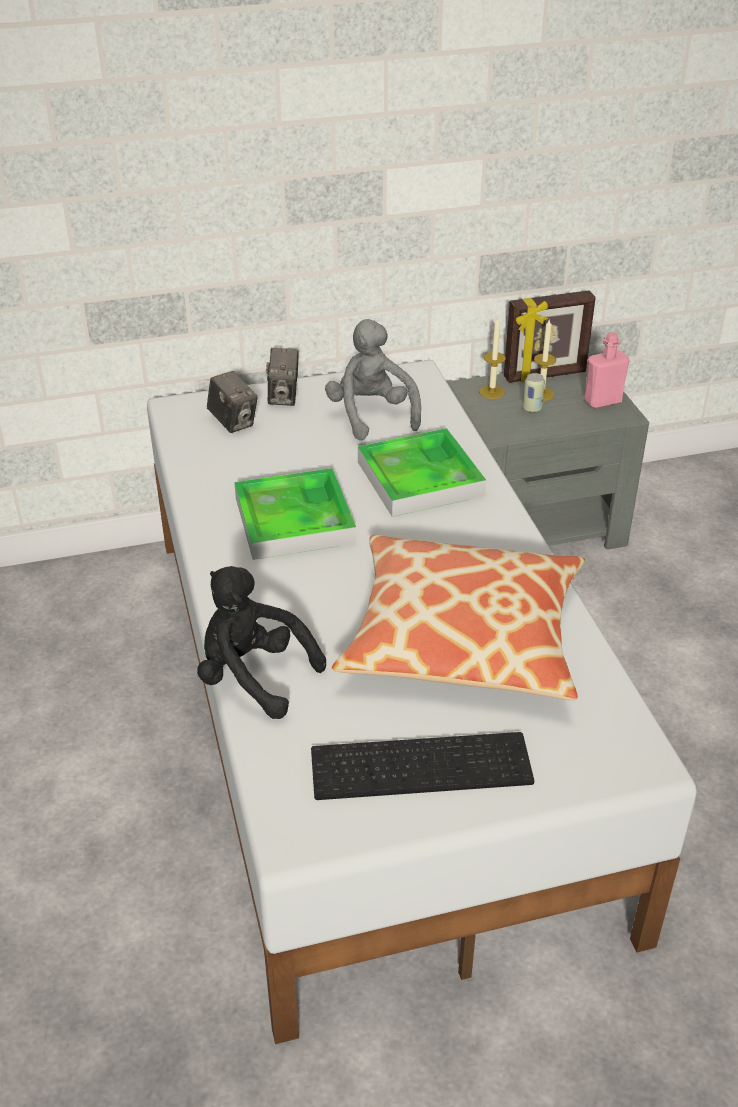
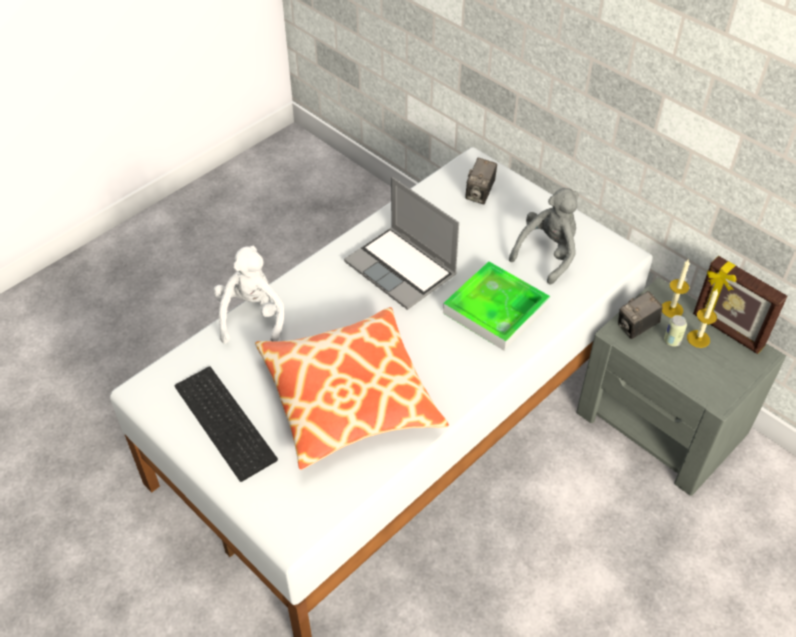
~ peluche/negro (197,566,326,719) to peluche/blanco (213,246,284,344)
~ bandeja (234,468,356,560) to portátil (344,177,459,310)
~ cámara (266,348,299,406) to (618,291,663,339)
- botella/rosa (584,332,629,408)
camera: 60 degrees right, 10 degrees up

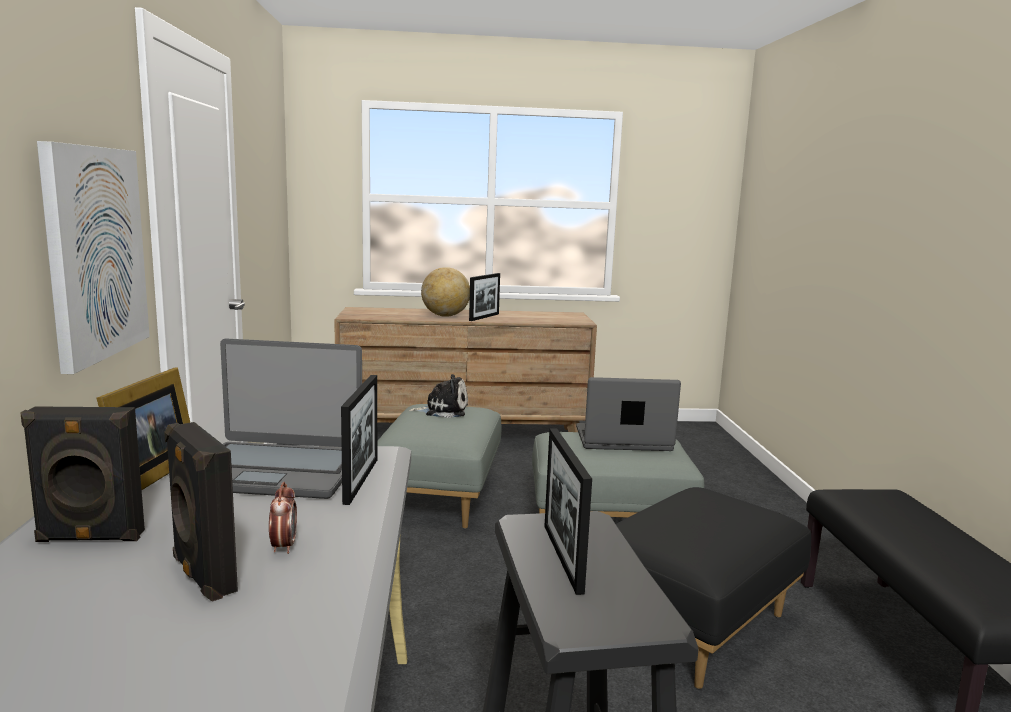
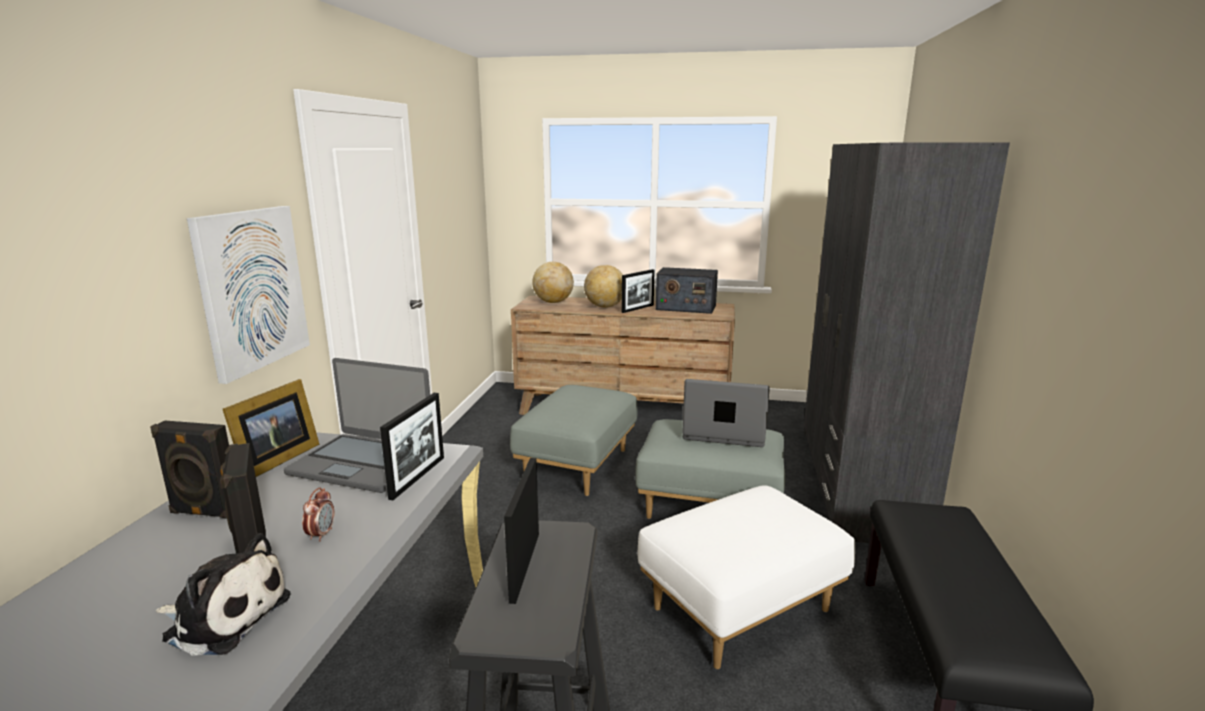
~ peluche (409,374,468,418) to (156,533,291,656)
+ globo terráqueo (532,262,574,303)
~ puf/negro (616,487,811,689) to puf/blanco (637,485,855,669)
+ radio (656,267,718,314)
+ armario ropero/gris (804,142,1010,543)
camera: 15 degrees right, 5 degrees up

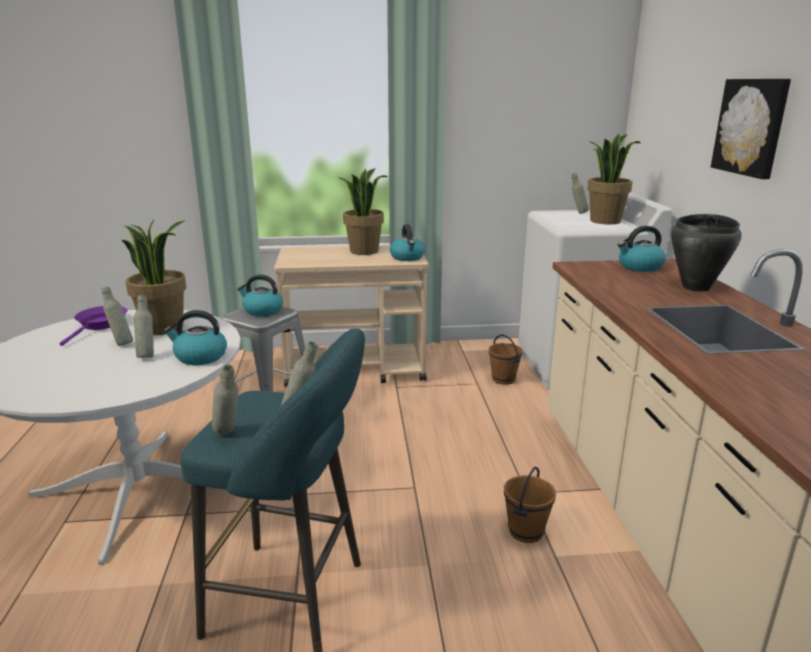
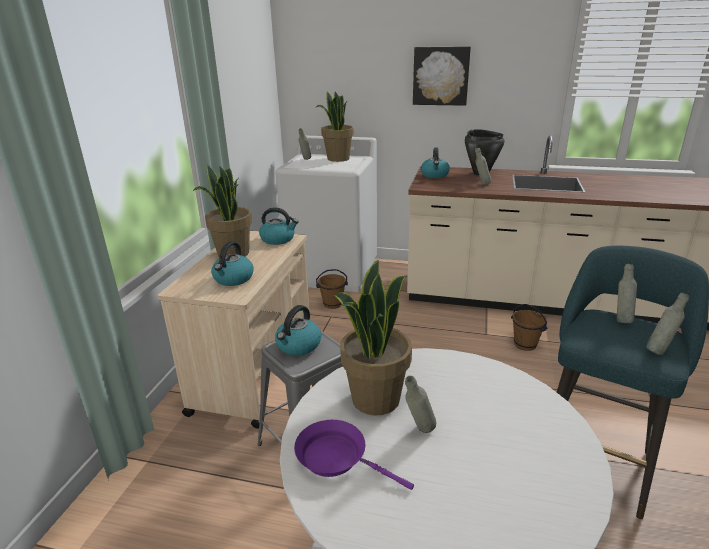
~ hervidor (164,310,227,365) to (211,241,254,286)
~ botella/gris (134,295,154,358) to (475,148,491,185)
camera: 70 degrees left, 5 degrees up

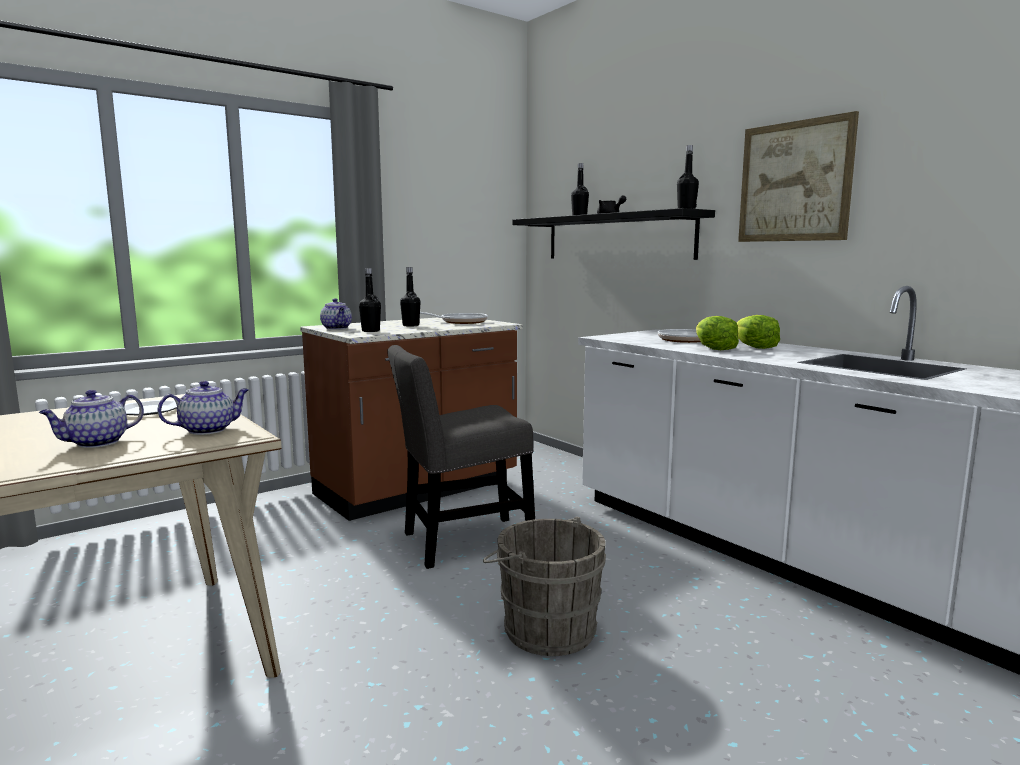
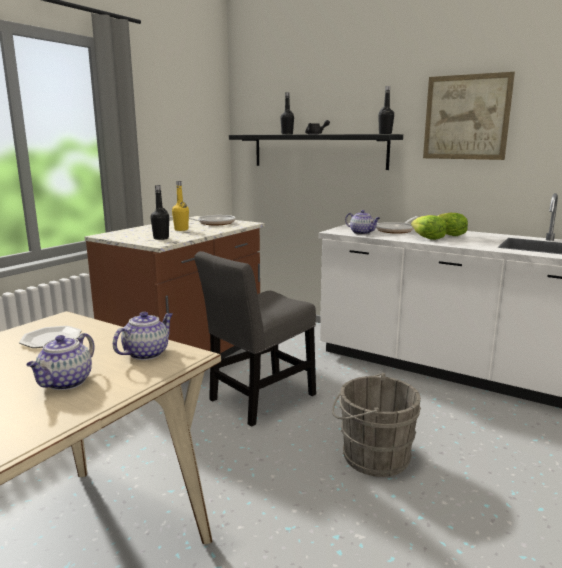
~ botella/negro (400,267,420,327) to botella/amarillo (172,181,189,231)
~ tetera (320,298,352,330) to (345,210,380,235)
camera: 20 degrees left, 5 degrees up

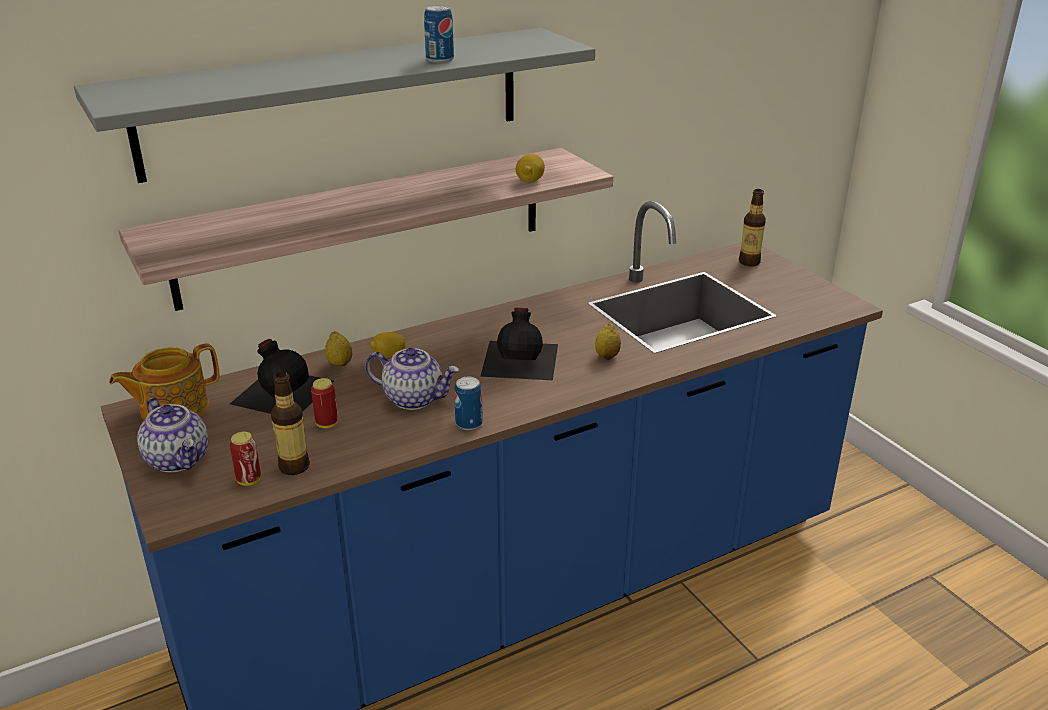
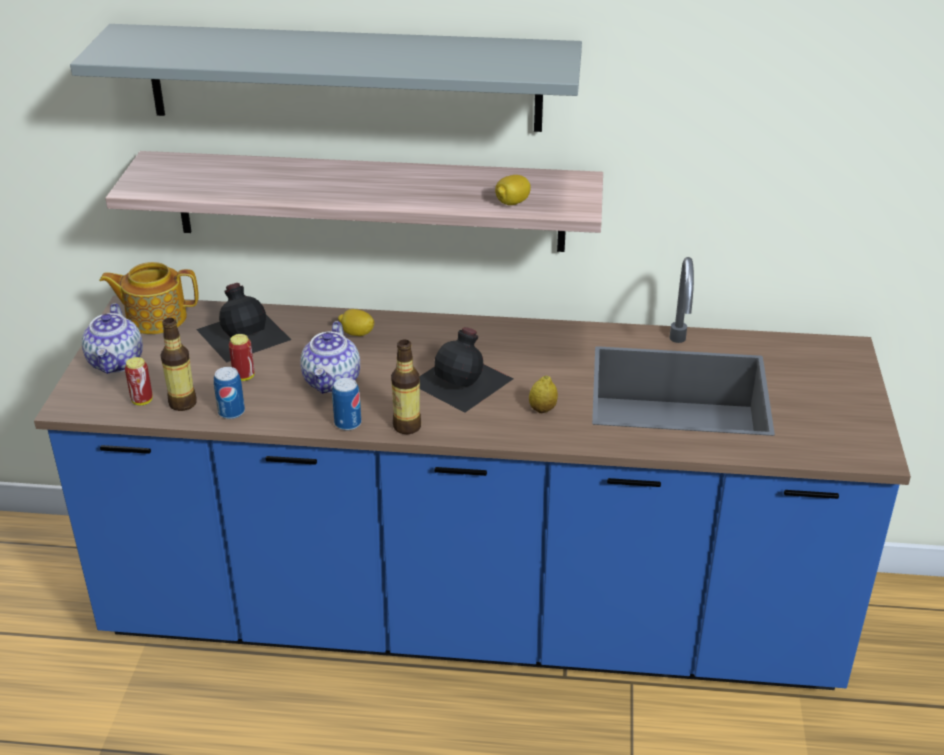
~ lata (424,5,454,63) to (214,367,245,419)
~ tetera (365,348,459,410) = (300,321,360,394) 45 degrees clockwise
~ botella (739,189,766,266) to (391,340,421,434)
- limón (325,331,352,366)
camera: 35 degrees right, 5 degrees up

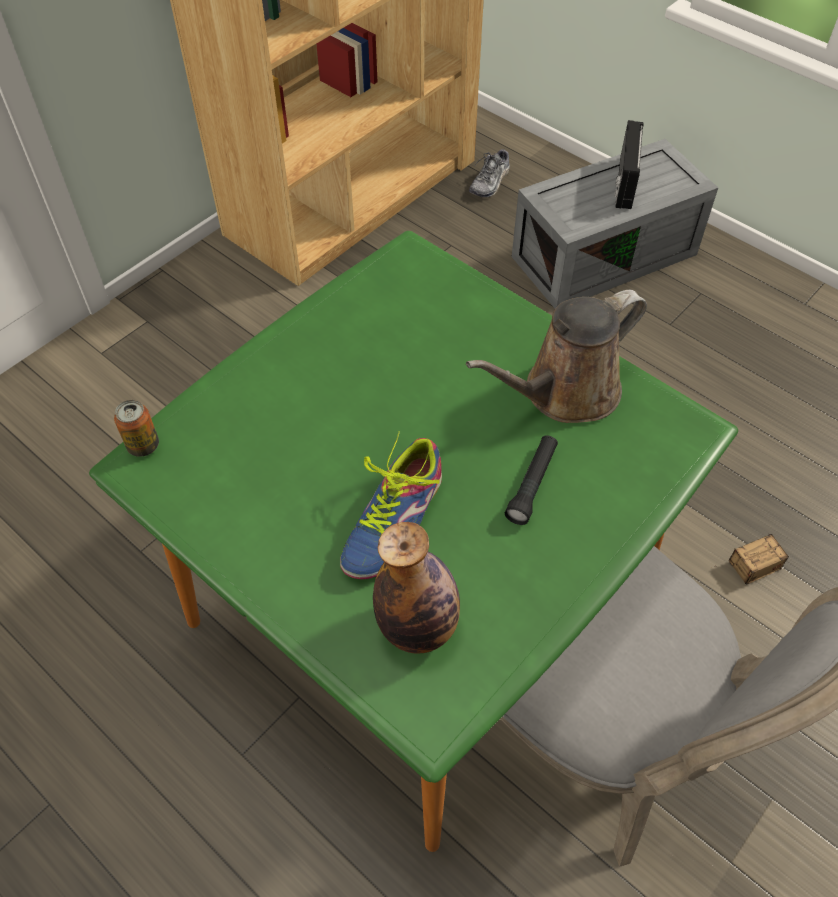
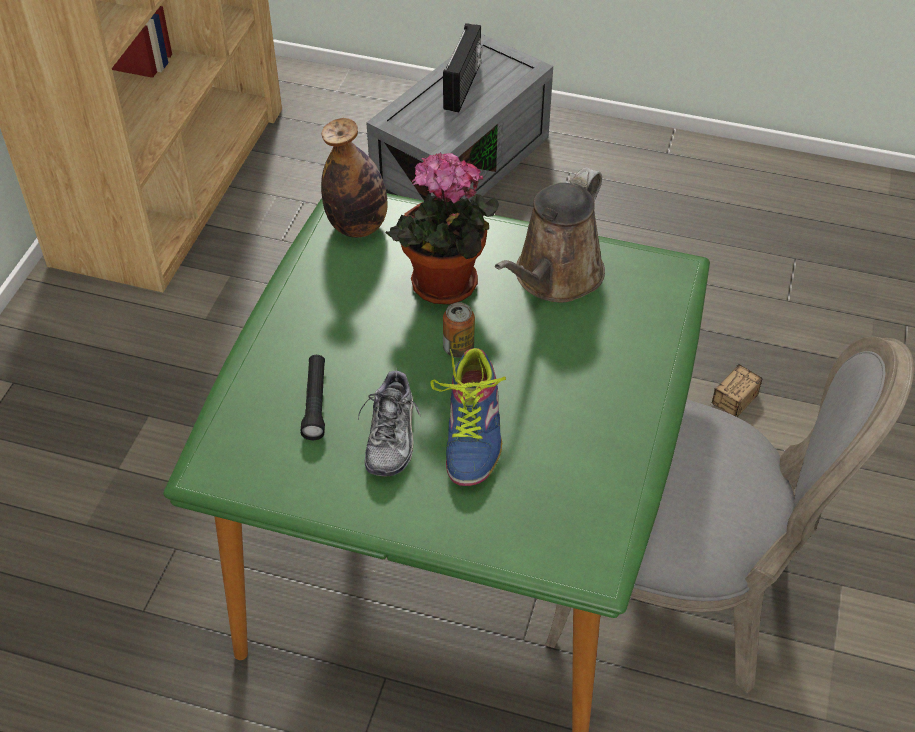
~ linterna/negro (505,435,558,525) to (301,355,325,440)
~ botella (373,522,460,654) to (321,118,388,238)
~ zapato (469,149,510,198) to (358,364,421,476)
+ planta en maceta (386,152,499,305)
~ radio (614,120,644,209) = (443,23,483,112) 150 degrees counterclockwise
~ lata (114,400,159,457) to (443,302,475,358)
camera: 25 degrees left, 5 degrees down

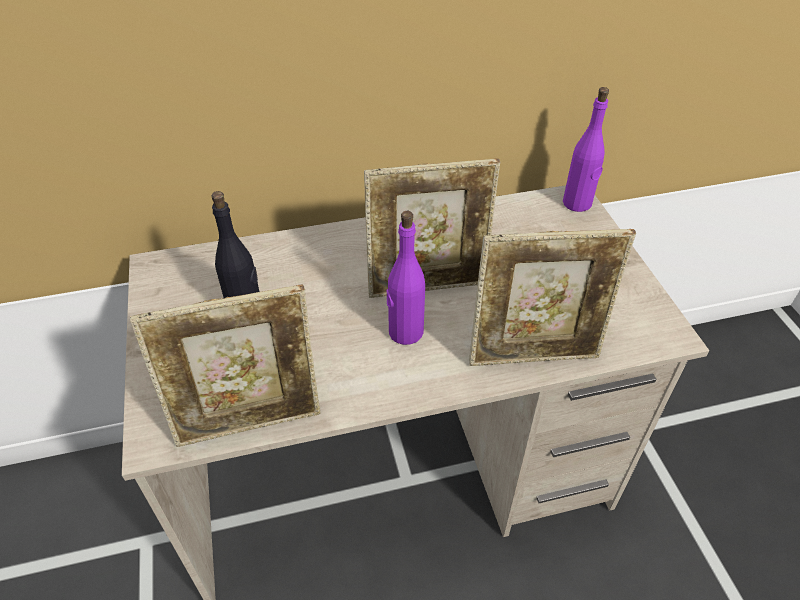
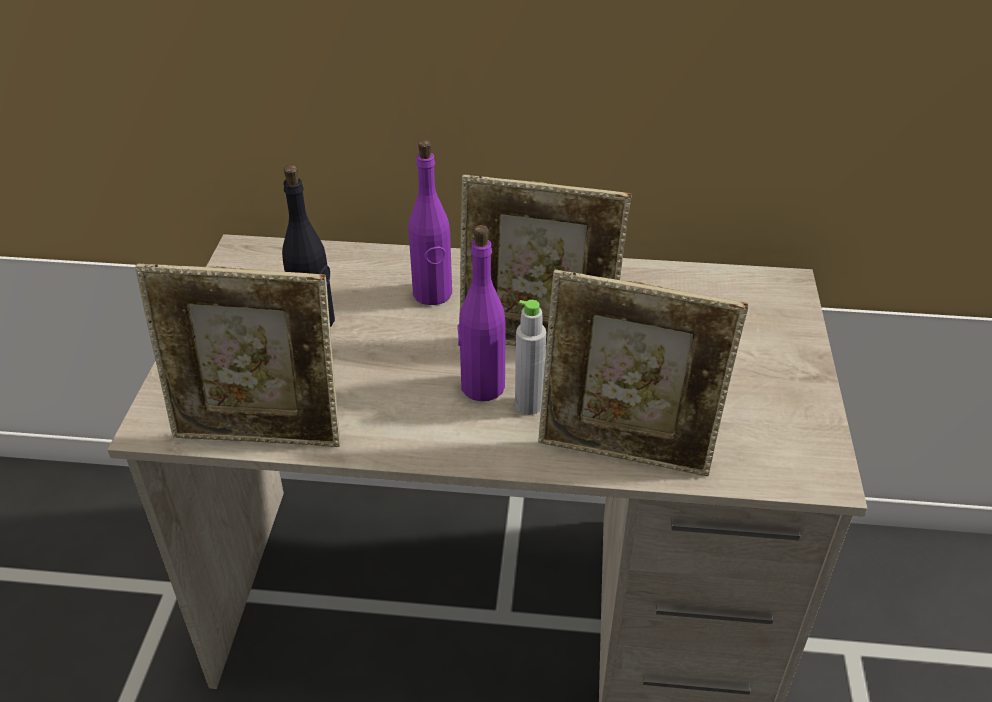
~ botella/morado (563,87,609,212) to (408,139,452,305)
+ botella/gris (515,300,546,415)
camera: 20 degrees right, 5 degrees down

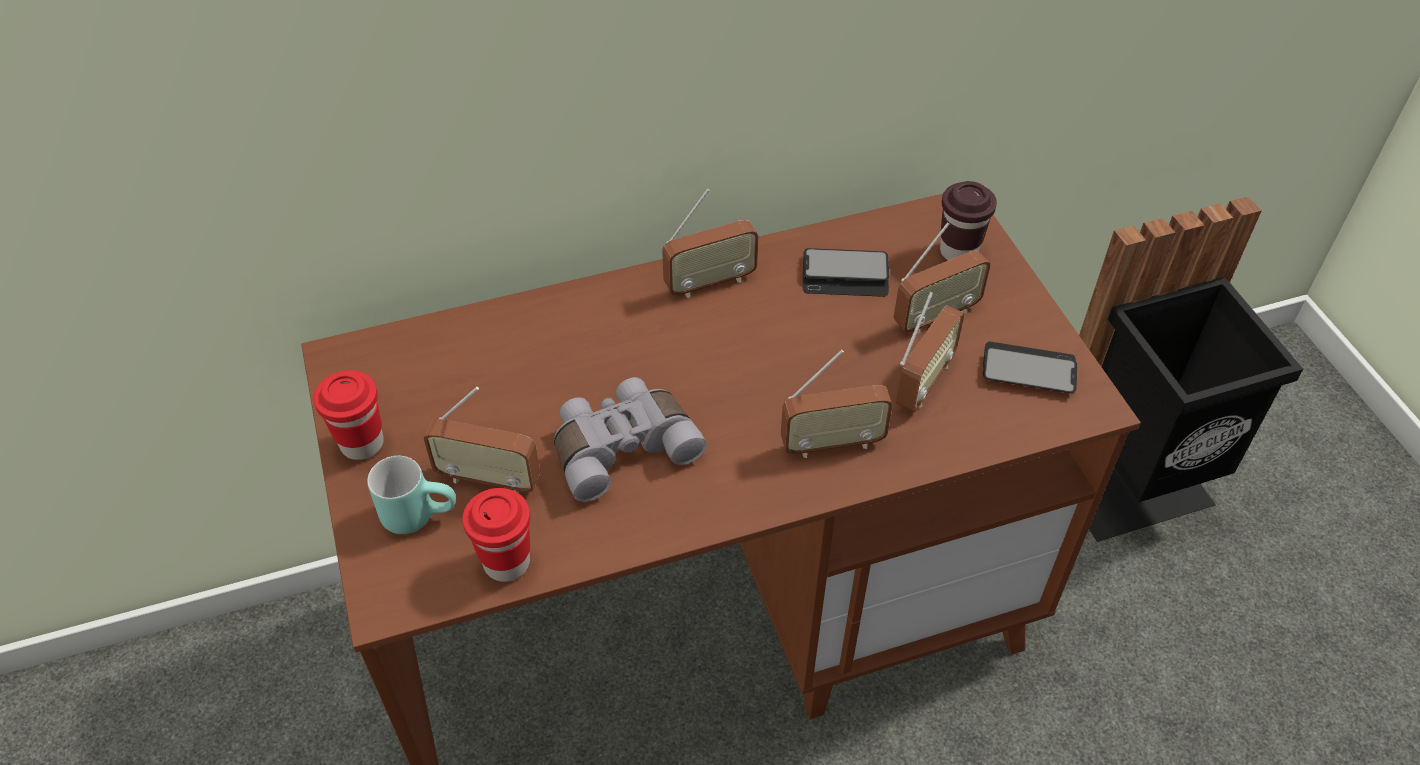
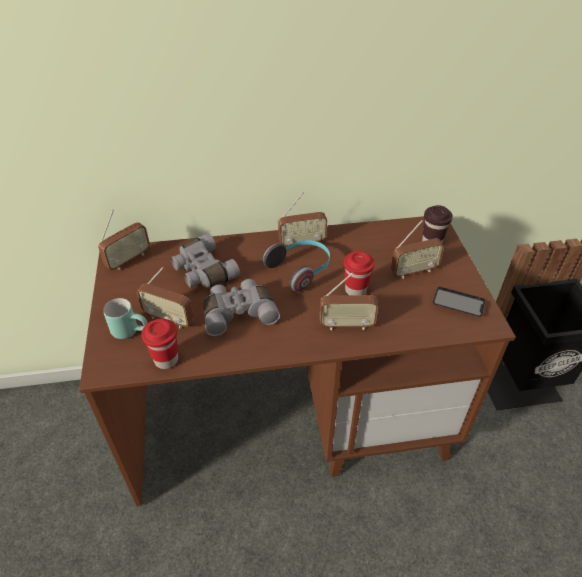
~ radio (896,292,965,412) to (98,209,150,270)
+ prismáticos/gris (171,233,240,288)
+ auriculares (263,240,330,292)
~ taza/rojo (313,370,384,460) to (344,251,375,295)
- móvil (803,248,889,297)
camera: 10 degrees right, 5 degrees down

